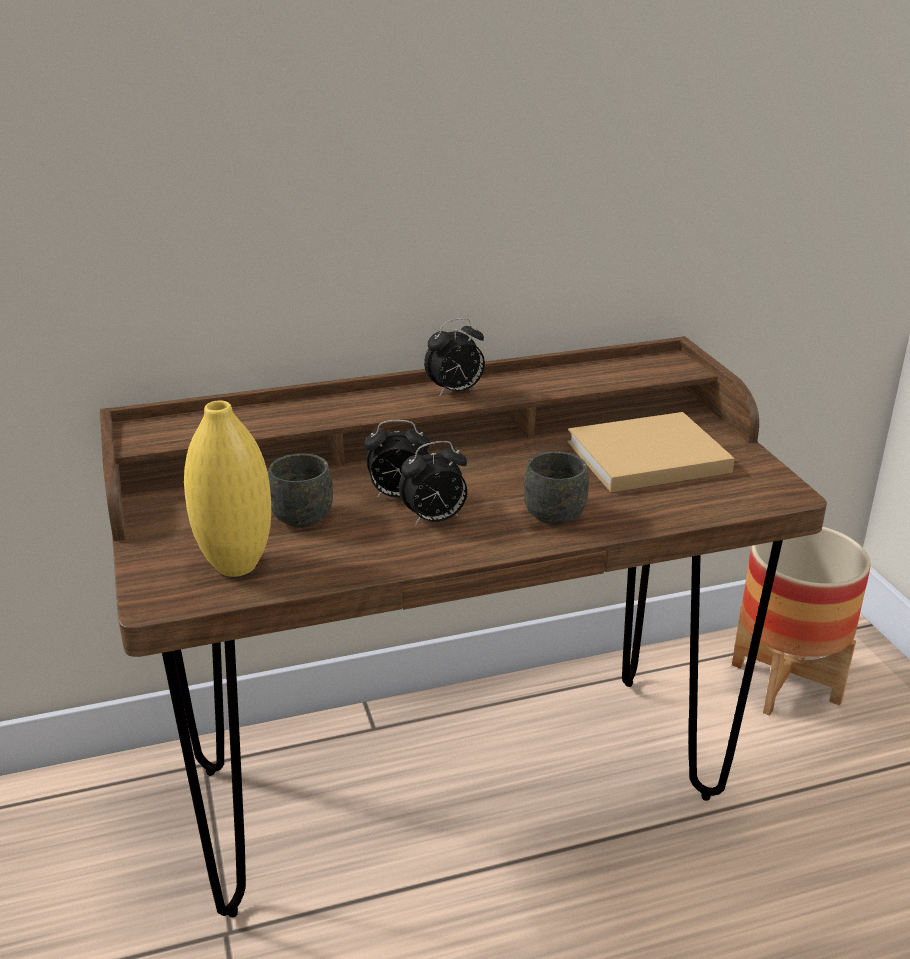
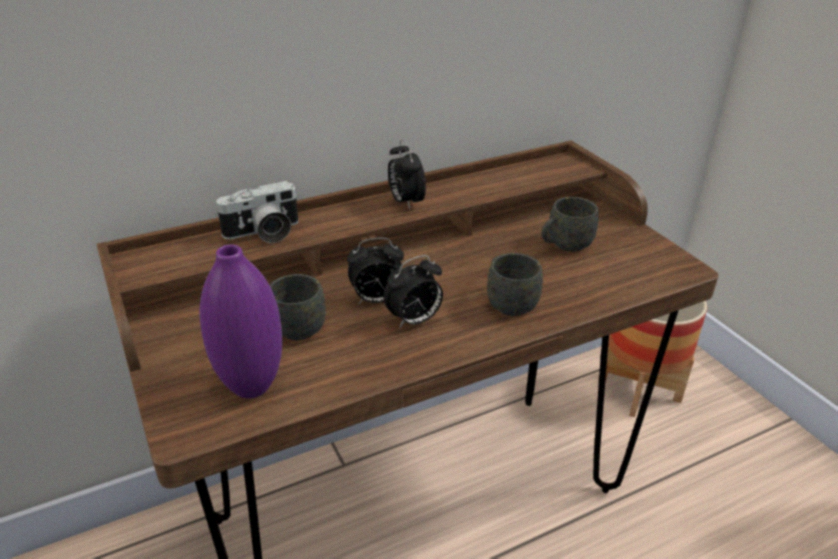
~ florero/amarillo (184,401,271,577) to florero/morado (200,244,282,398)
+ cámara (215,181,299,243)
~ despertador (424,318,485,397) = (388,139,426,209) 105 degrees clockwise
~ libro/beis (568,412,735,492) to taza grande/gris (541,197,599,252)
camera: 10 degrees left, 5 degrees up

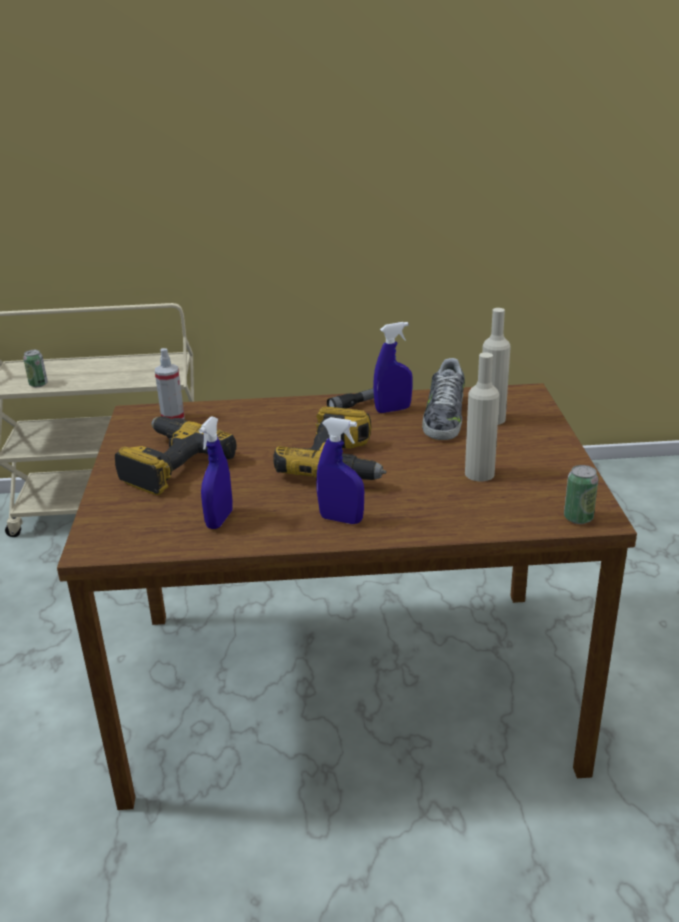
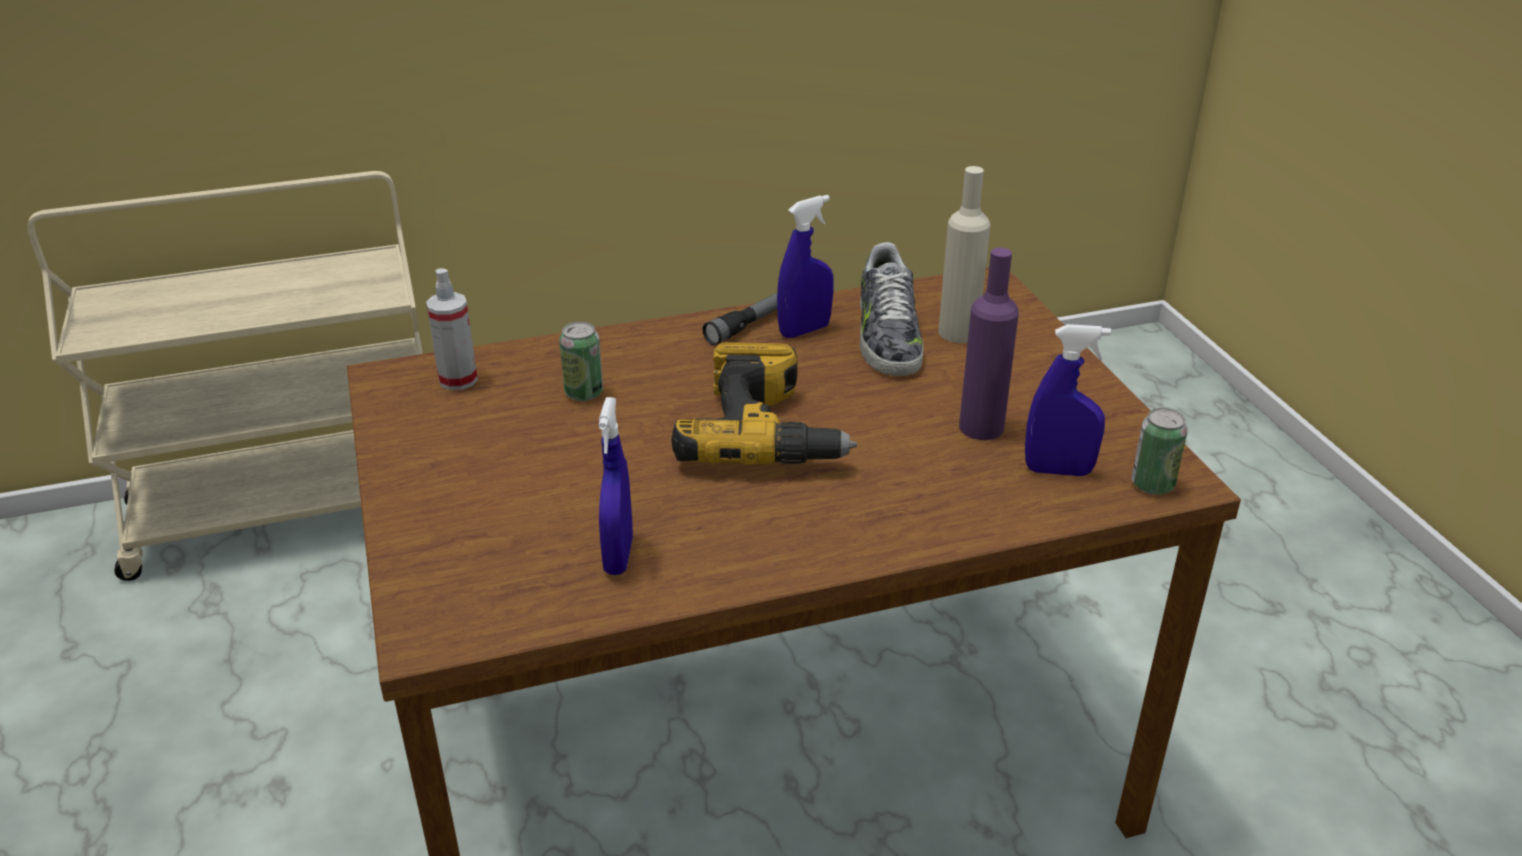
~ lata (23,350,48,387) to (559,322,603,401)
~ botella/beis (465,352,500,481) to botella/morado (959,247,1019,440)
~ pulverizador/azul (316,417,364,524) to (1025,324,1111,476)
- taladro (115,416,236,495)
camera: 15 degrees left, 5 degrees up

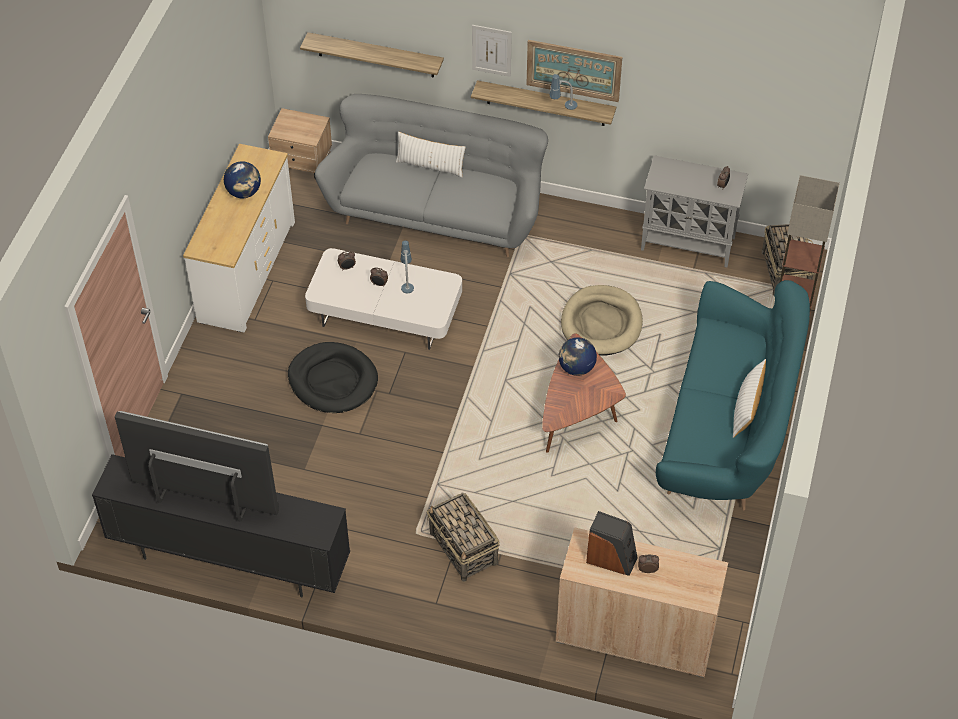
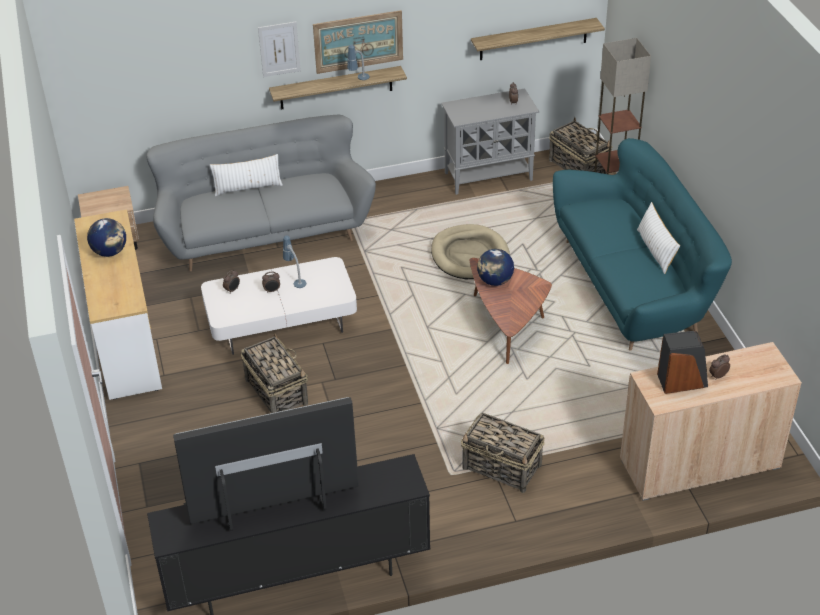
~ cama para perro/negro (288,342,378,413) to cesta (241,332,308,413)
~ estante (300,32,444,78) to (471,18,605,60)
camera: 30 degrees left, 10 degrees down

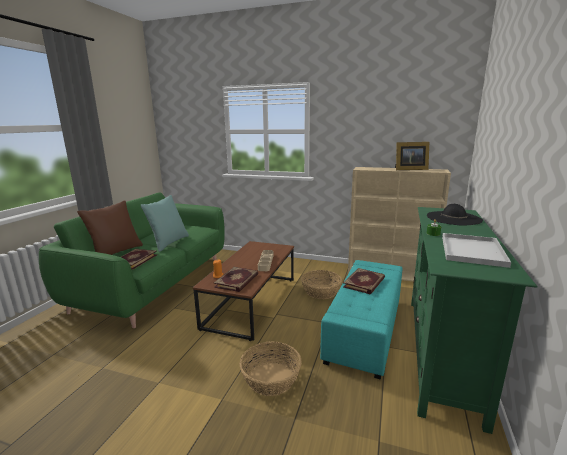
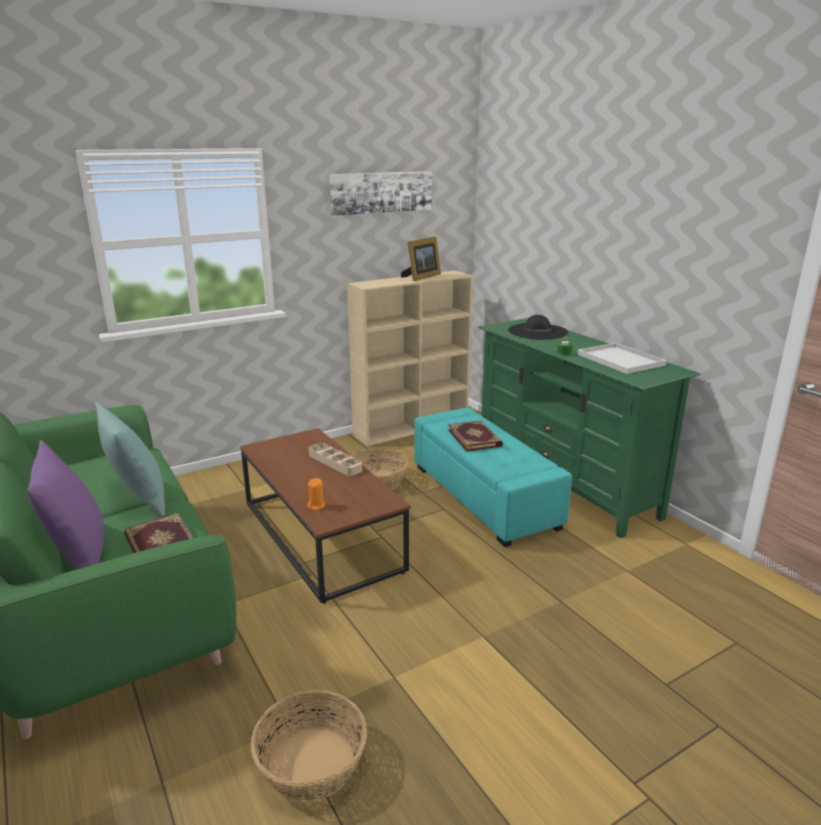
~ cojín/marrón (77,201,143,255) to cojín/morado (27,440,104,570)
~ cesta (239,341,302,396) to (251,690,367,802)
+ cuadro (330,171,432,216)
- libro (214,267,258,292)
camera: 50 degrees left, 5 degrees up

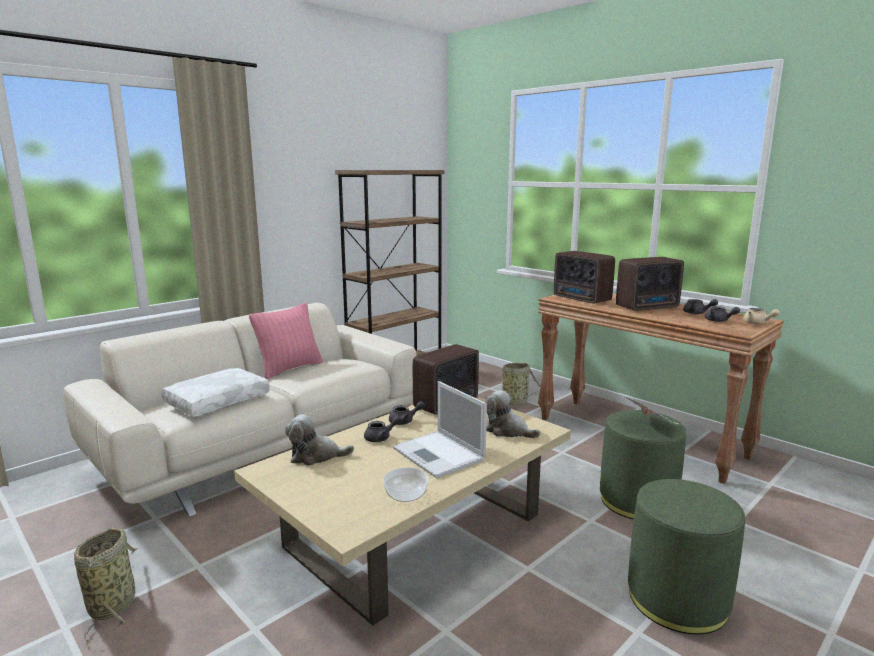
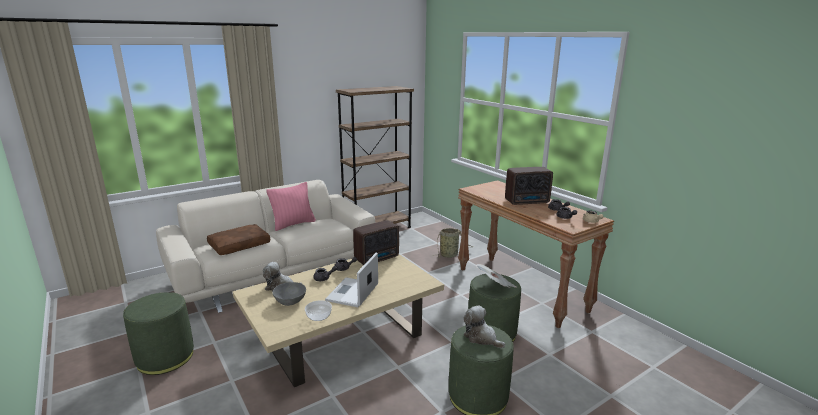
~ cesta (74,528,138,641) to puf/verde (123,292,194,375)
~ cojín/blanco (162,368,270,417) to cojín/marrón (207,224,270,255)
+ cuenco/gris (272,282,306,306)
~ portátil (393,381,487,478) = (325,253,378,307) 45 degrees clockwise
~ peluche (485,390,541,438) to (463,306,505,348)
- radio (554,251,615,304)
camera: 10 degrees right, 5 degrees up

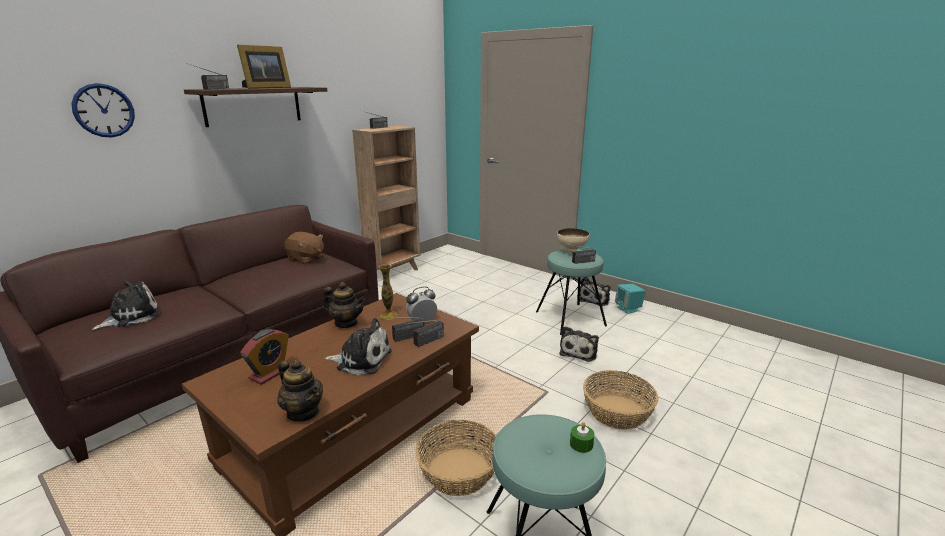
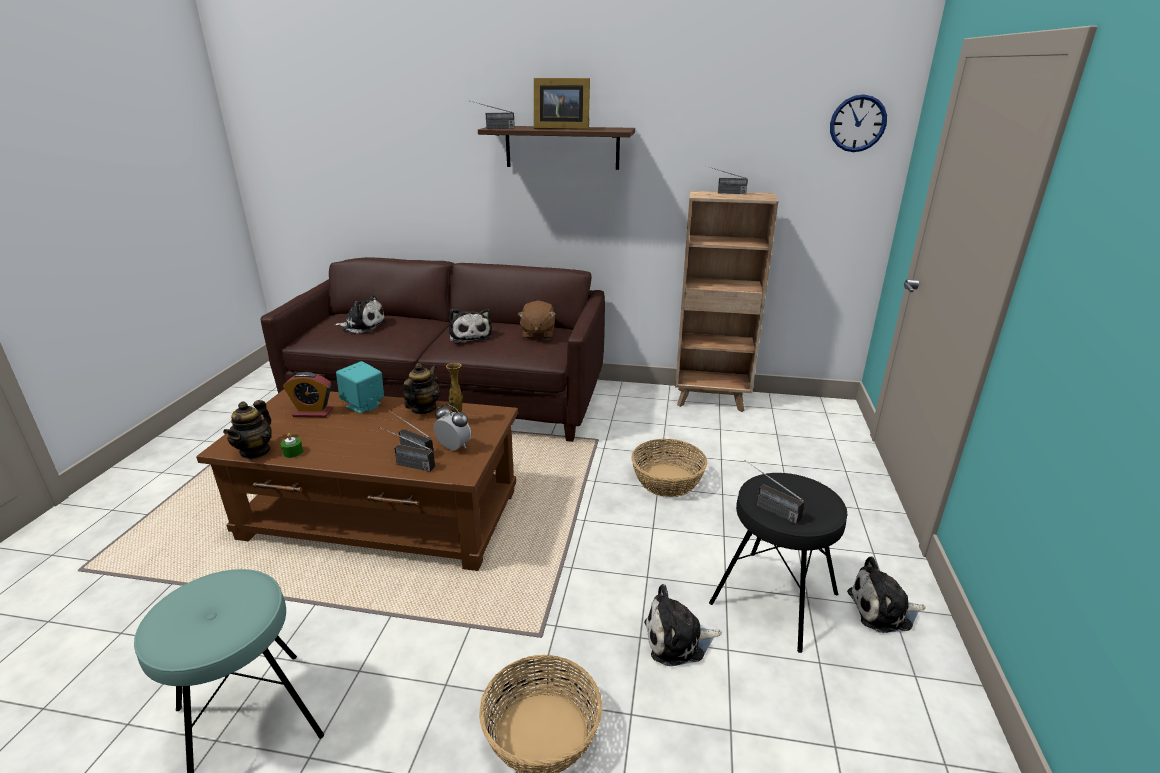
~ vela/verde (570,422,594,453) to (280,433,303,458)
~ altavoz/turquesa (615,284,645,314) to (336,361,384,413)
~ tetera (323,282,365,328) = (403,363,440,414) 150 degrees counterclockwise
~ peluche (324,318,392,375) to (449,309,492,344)
~ cesta (416,420,496,496) to (631,439,707,497)
~ taburete/turquesa (536,249,607,335) to taburete/negro (709,473,847,653)
~ reloj de pared (71,83,135,138) to (830,94,887,152)
- cuenco/beis (557,228,590,254)
camera: 60 degrees right, 5 degrees up

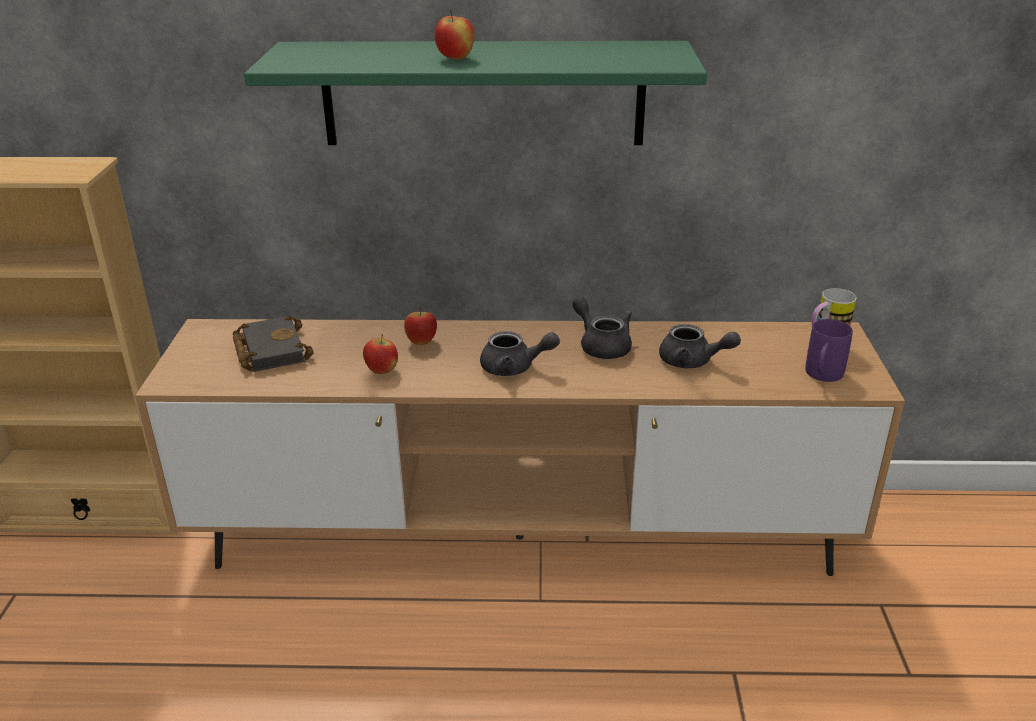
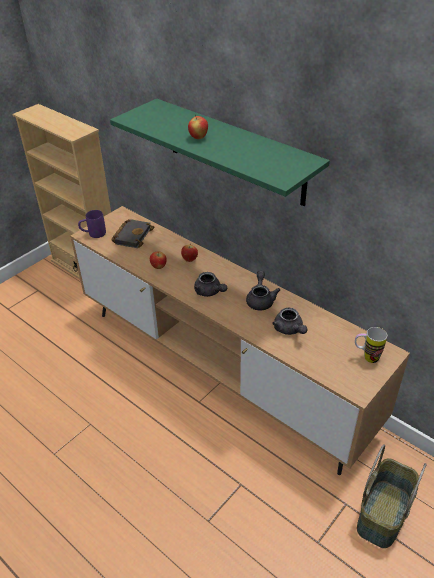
~ taza grande/morado (805,319,853,382) to (78,210,106,238)
+ cesta (357,444,427,548)
camera: 40 degrees right, 10 degrees up

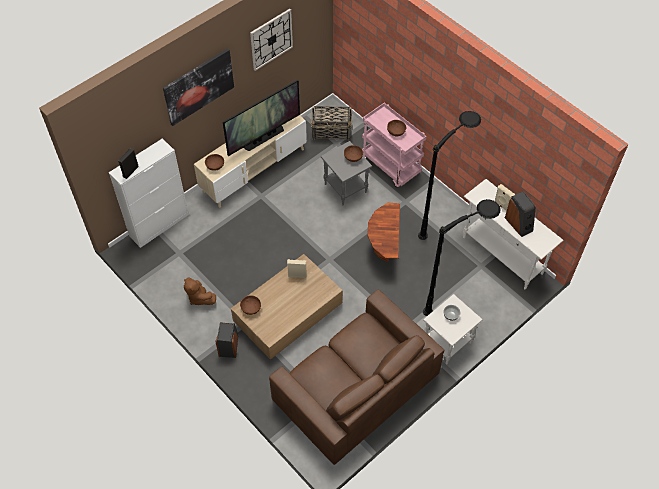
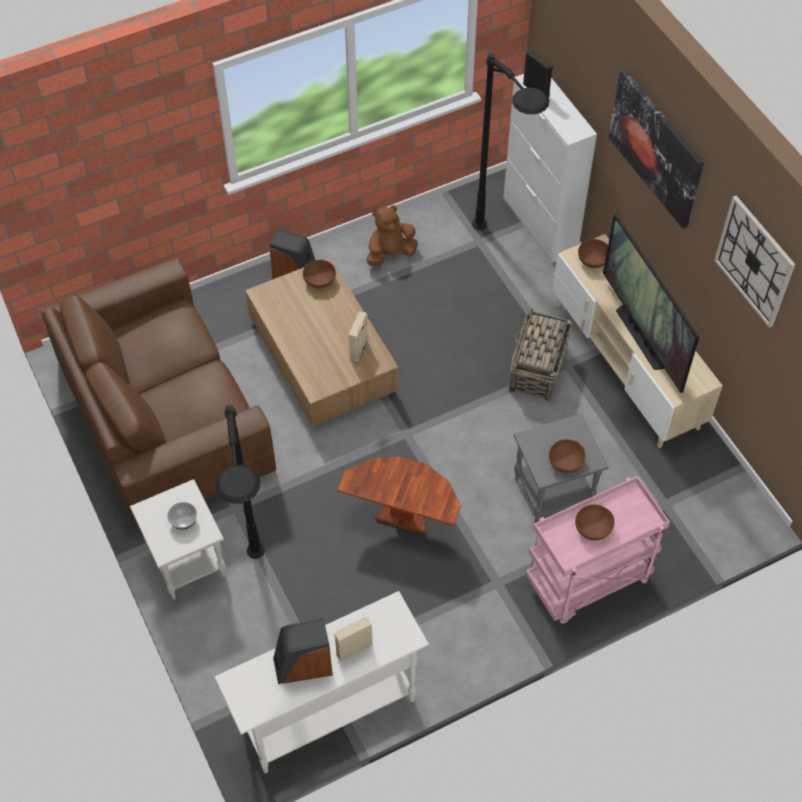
~ lámpara de pie/negro (418,111,481,240) to (472,53,549,230)
~ cesta (311,106,352,141) to (509,308,572,402)
camera: 105 degrees right, 0 degrees up

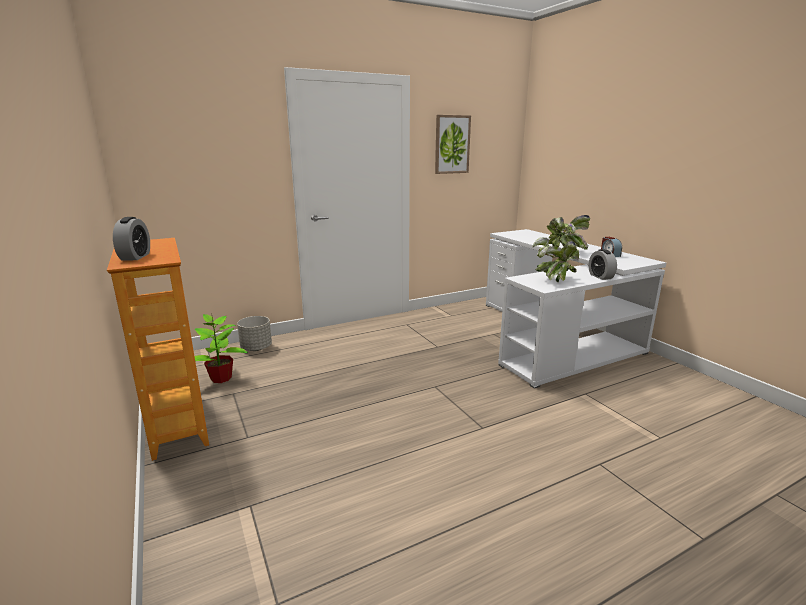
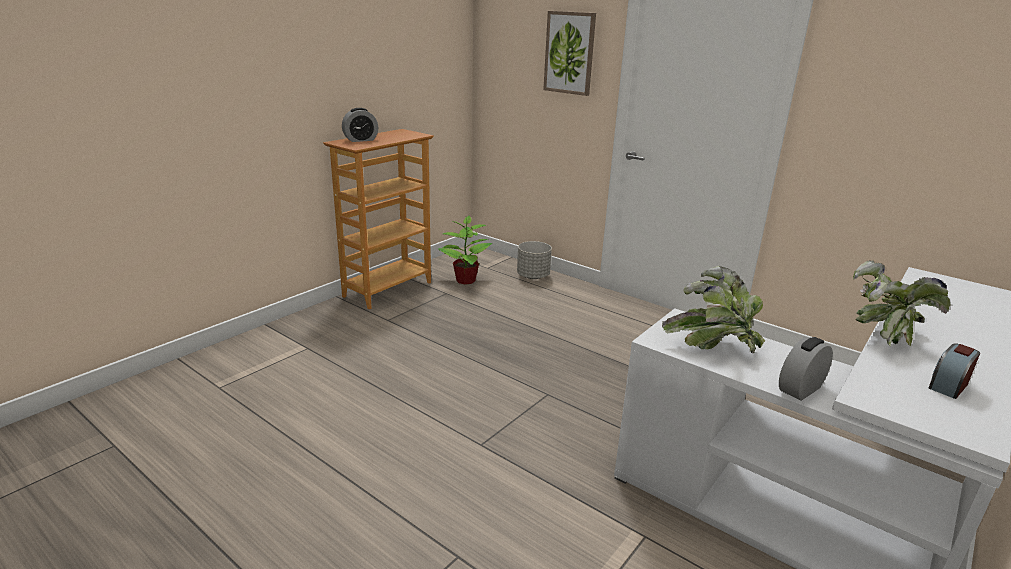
~ cuadro (435,115,471,174) to (543,11,596,96)
camera: 65 degrees right, 5 degrees up

